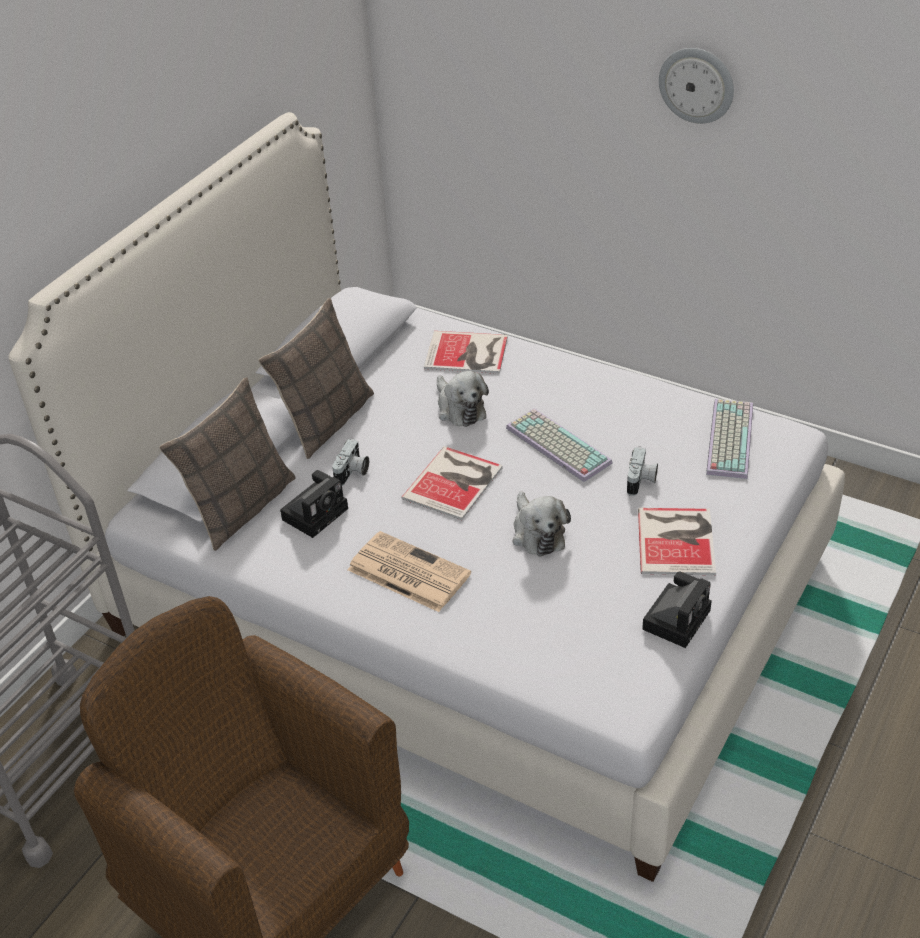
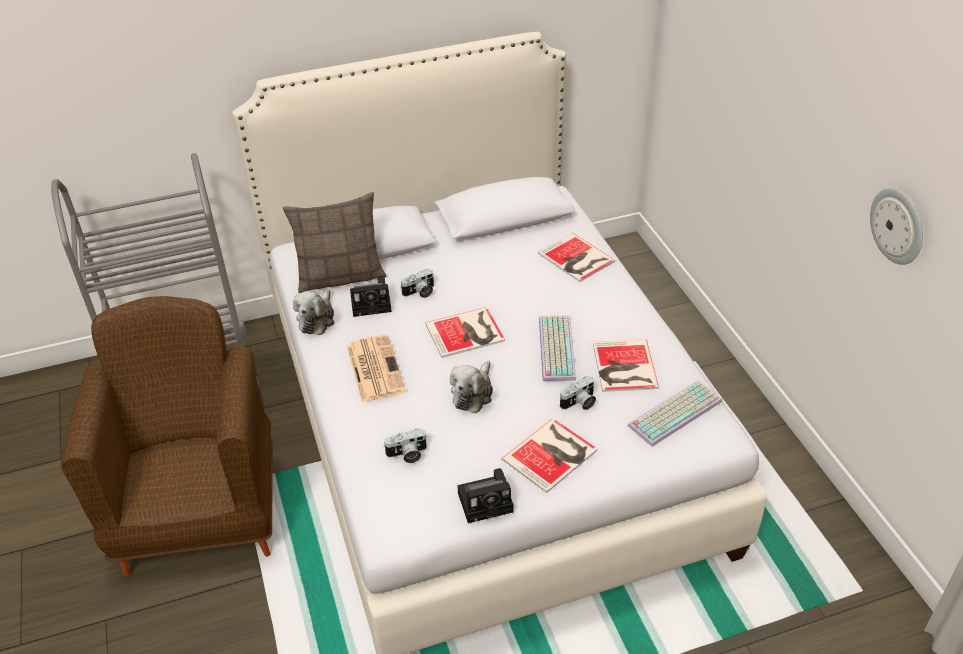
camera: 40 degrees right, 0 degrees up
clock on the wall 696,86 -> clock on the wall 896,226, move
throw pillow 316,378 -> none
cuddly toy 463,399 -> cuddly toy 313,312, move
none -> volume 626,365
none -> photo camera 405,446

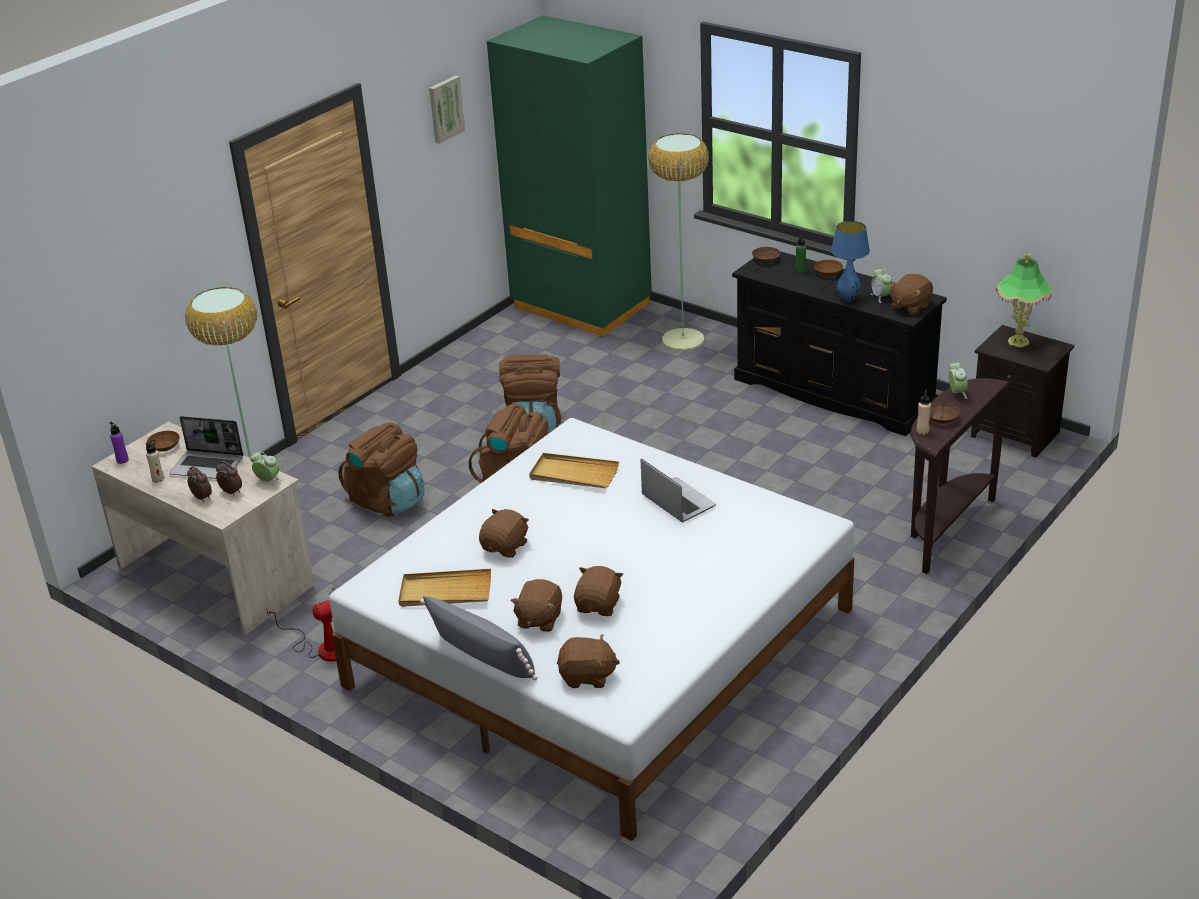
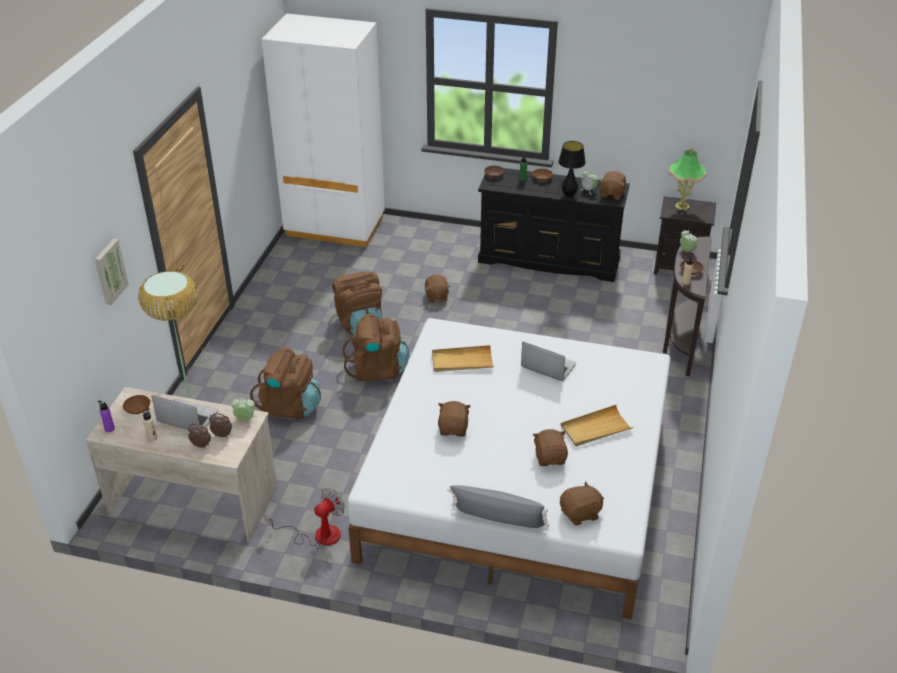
camera: 25 degrees left, 5 degrees up
wardrobe (green) 569,176 -> wardrobe (white-coloured) 323,130
wall art 447,109 -> wall art 112,272, move
floor lamp 678,242 -> none
table lamp (blue-coloured) 850,261 -> table lamp (black) 572,169
laptop 206,447 -> laptop 184,412, 150 degrees counterclockwise
serving tray (sand-coloured) 445,588 -> serving tray (sand-coloured) 597,426, move
cuddly toy (brown) 536,605 -> cuddly toy (brown) 437,289, move

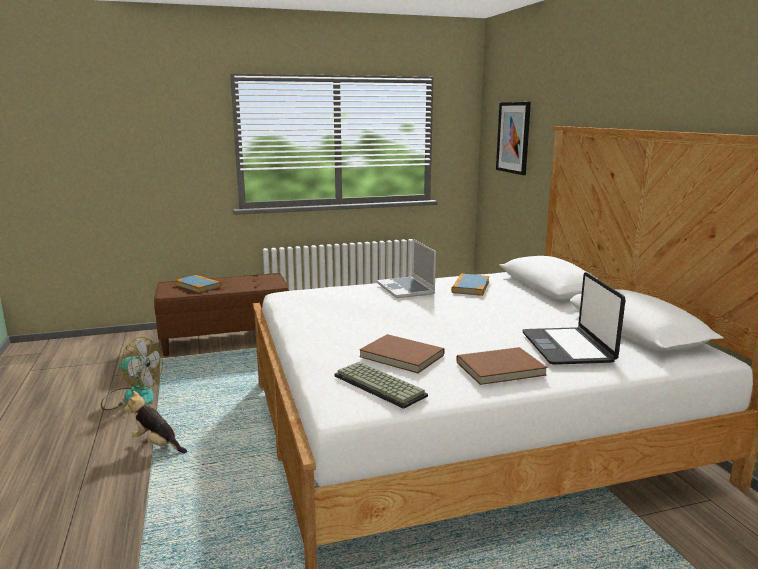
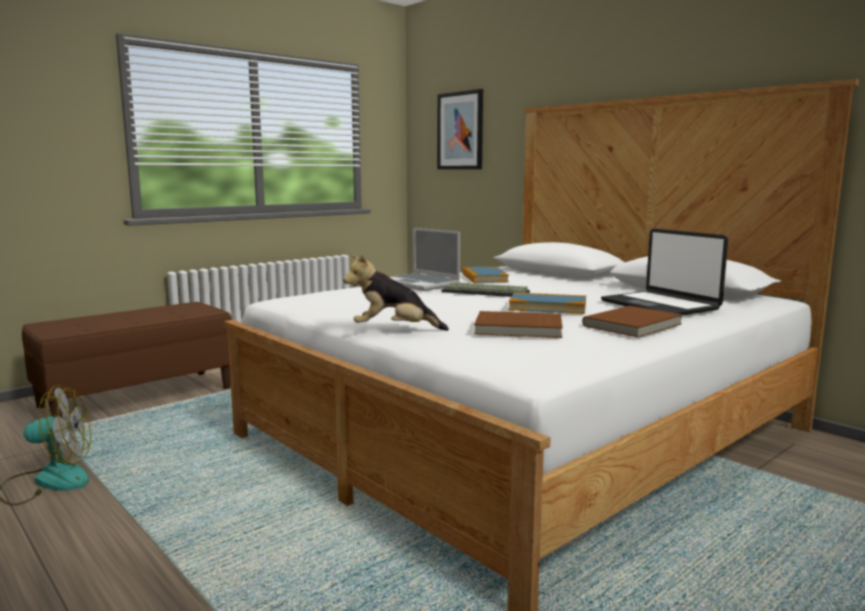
camera: 25 degrees left, 5 degrees down
volume 198,284 -> volume 547,303, move
keyboard 381,385 -> keyboard 485,289, move
cuddly toy 155,422 -> cuddly toy 396,292, move

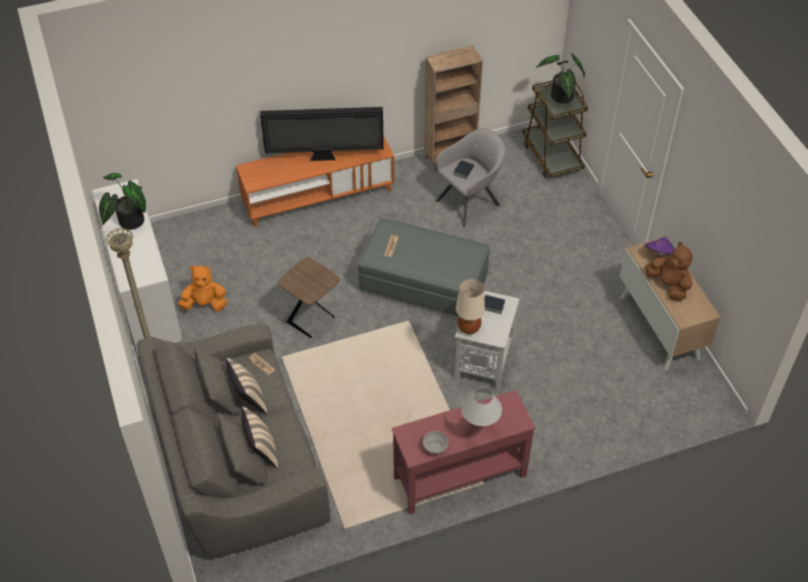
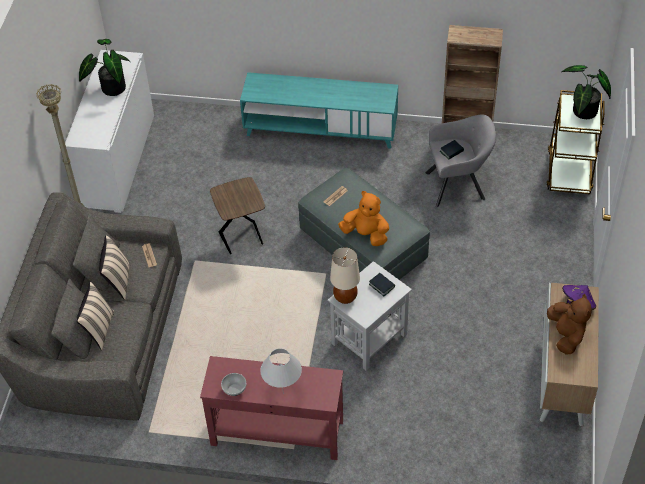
camera: 30 degrees right, 0 degrees up
TV set 322,134 -> none
media console (orange-coloured) 315,181 -> media console (turquoise) 319,110
cuddly toy (orange-coloured) 202,289 -> cuddly toy (orange-coloured) 363,218, move

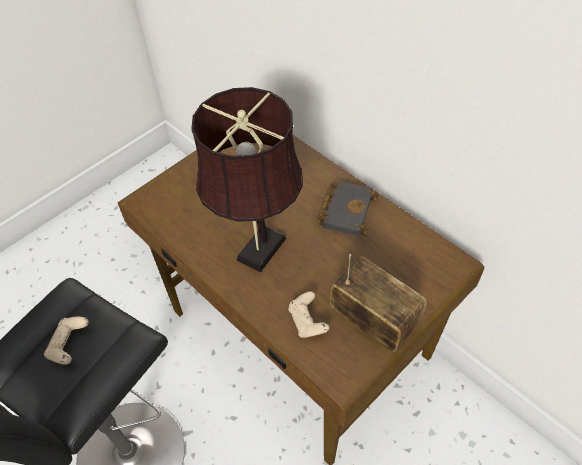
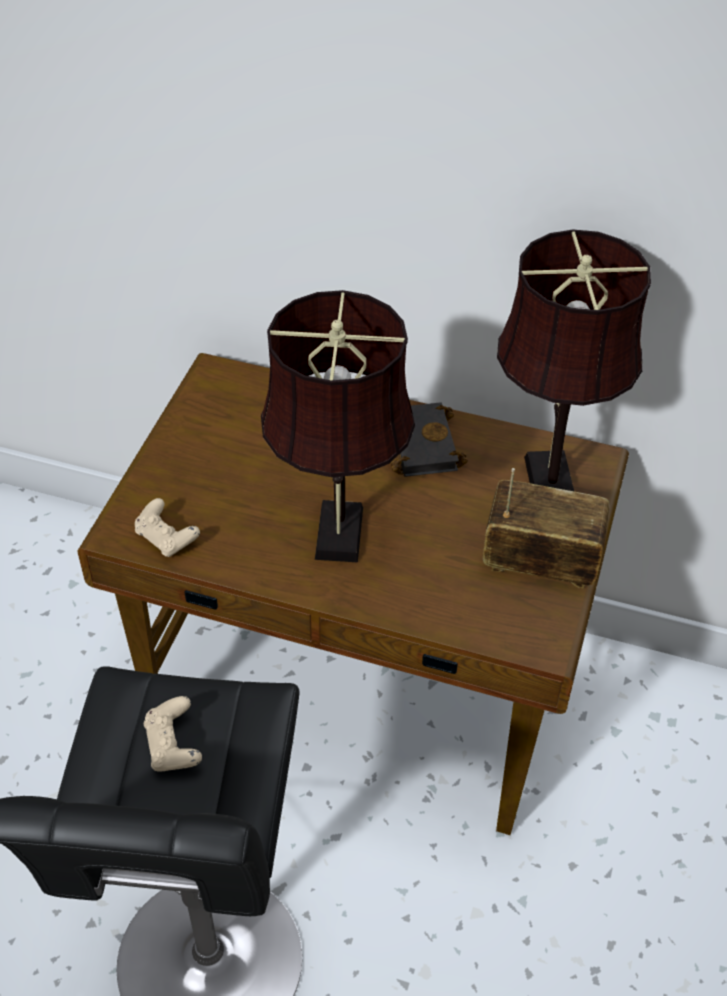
camera: 30 degrees left, 5 degrees down
game controller (sand-coloured) 308,314 -> game controller (sand-coloured) 167,527, move
none -> table lamp (brown) 574,360

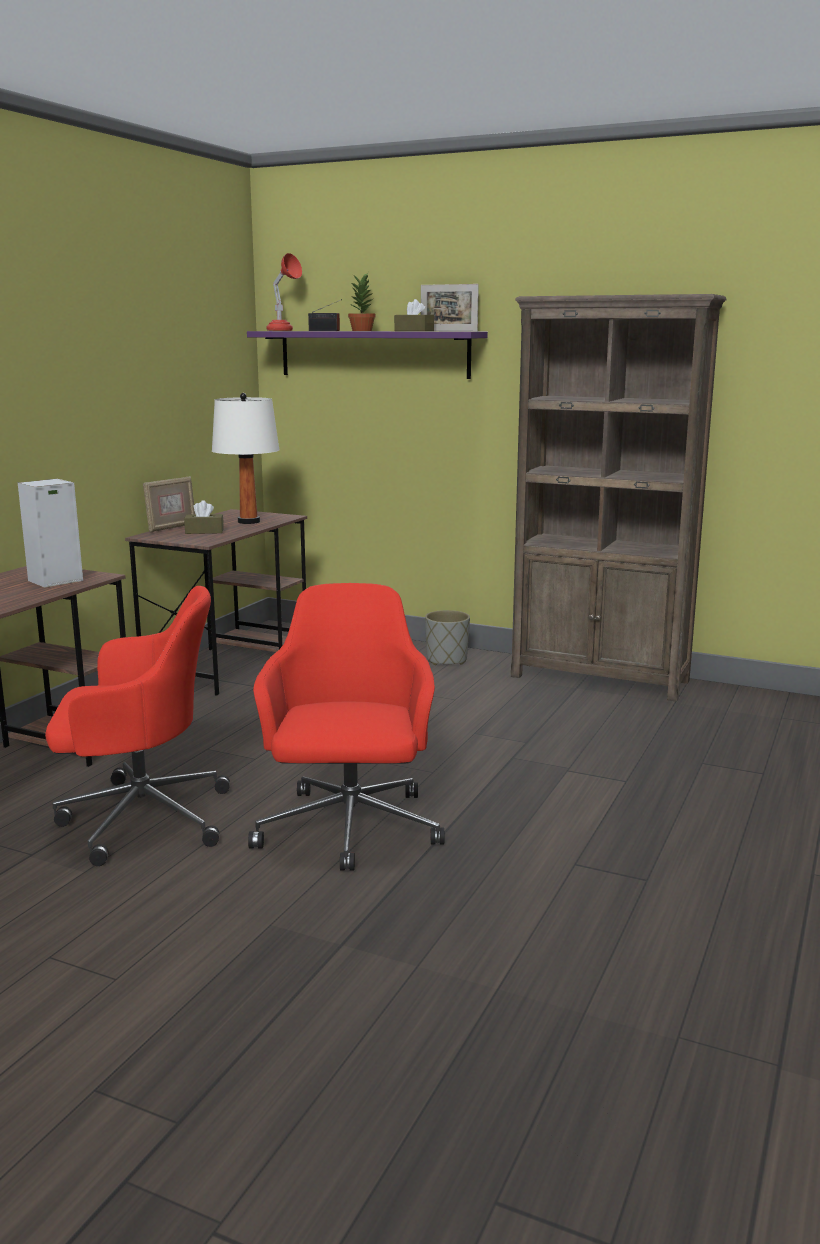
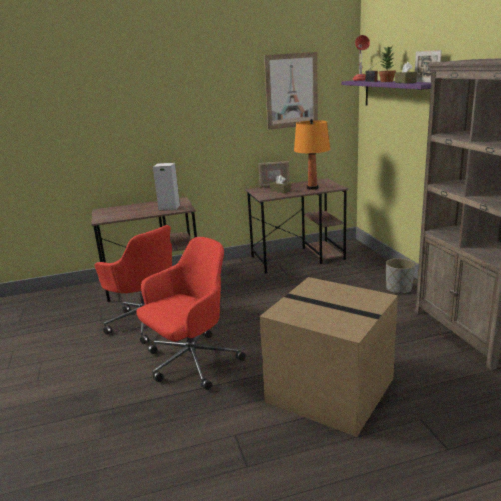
camera: 50 degrees right, 5 degrees up
table lamp (white-coloured) 245,458 -> table lamp (orange-coloured) 312,154
none -> wall art 291,91
none -> cardboard box 329,357

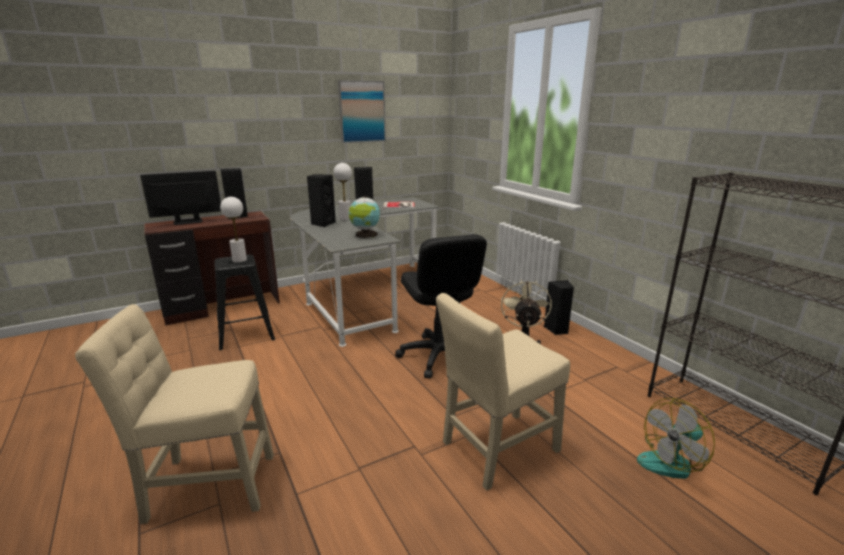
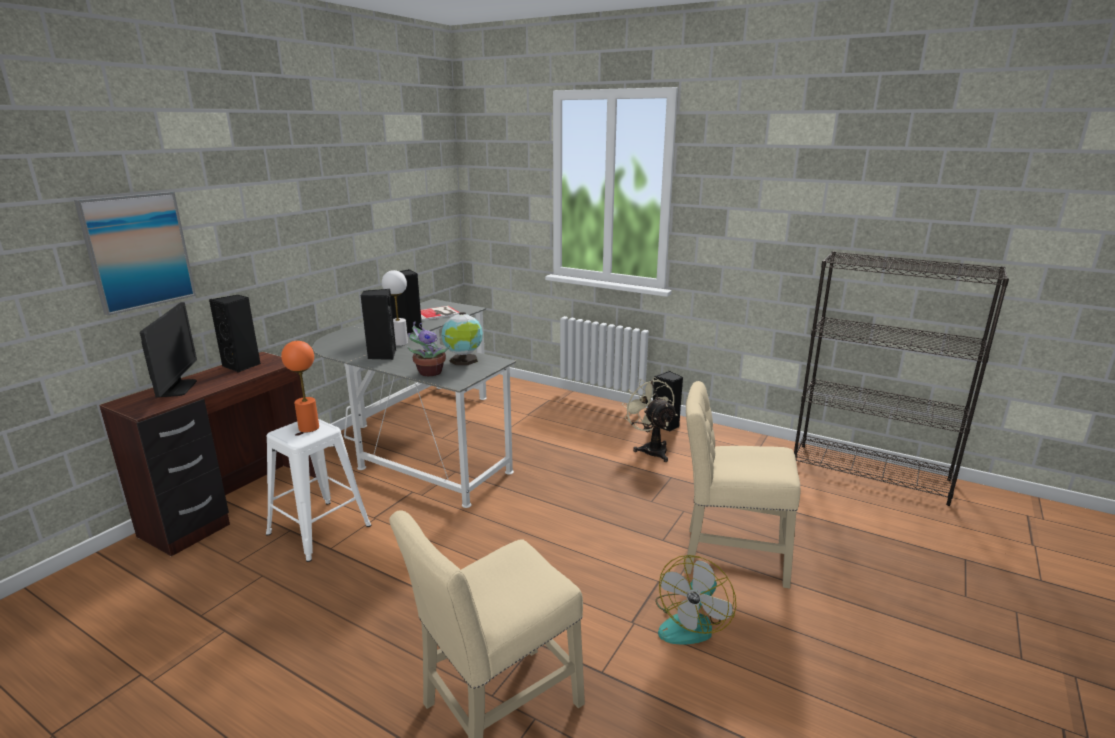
camera: 30 degrees left, 0 degrees up
wall art 362,111 -> wall art 135,253, move
computer screen 181,198 -> computer screen 168,349, 135 degrees clockwise
table lamp (white-coloured) 233,230 -> table lamp (orange-coloured) 300,387
office chair (black) 441,306 -> none
sitting stool (black) 244,302 -> sitting stool (white-coloured) 318,490
chair (sand-coloured) 503,391 -> chair (sand-coloured) 742,484, 75 degrees clockwise
fan 676,438 -> fan 695,600, move
none -> potted plant 428,349

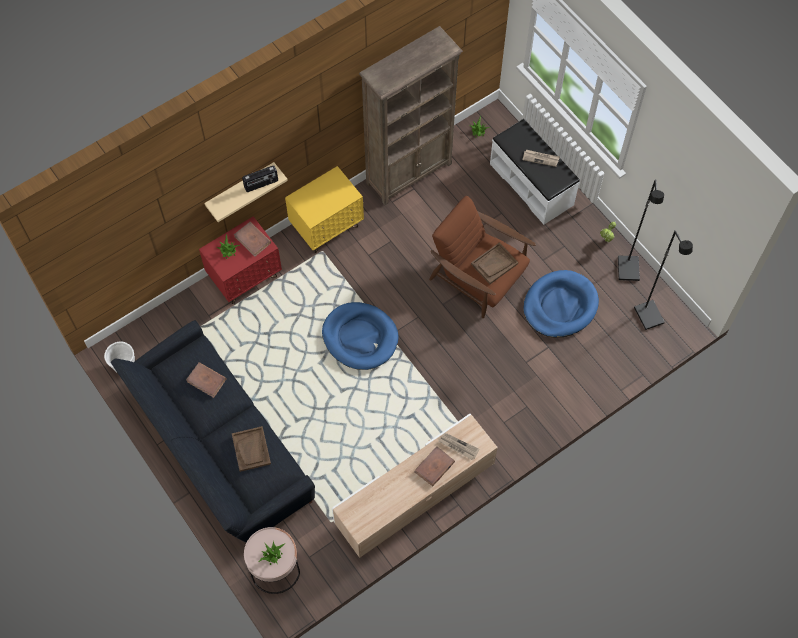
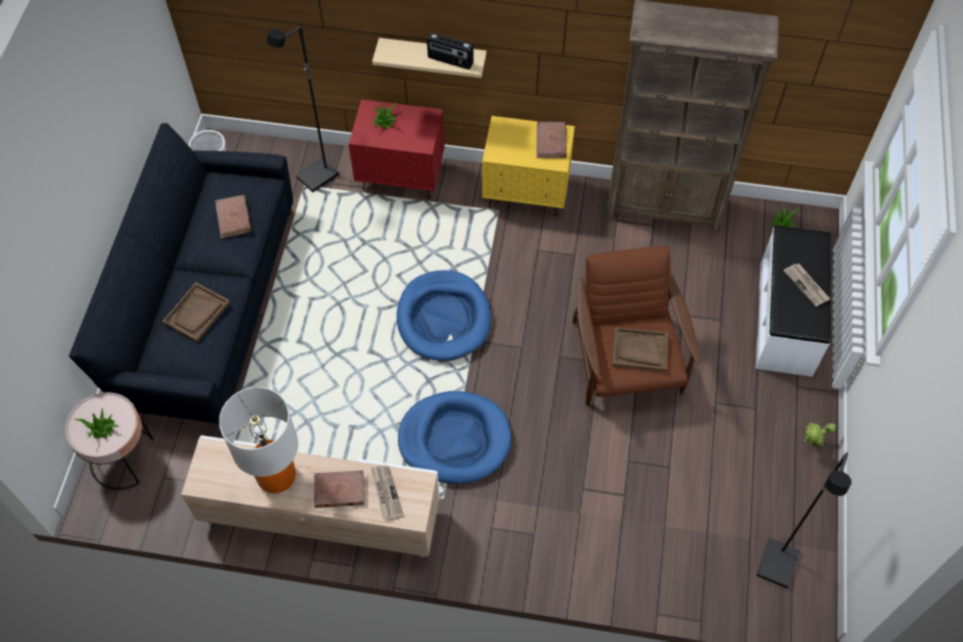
camera: 45 degrees right, 5 degrees down
floor lamp (black) 641,230 -> floor lamp (black) 303,109, move
volume (brown) 252,239 -> volume (brown) 552,140, move
pet bed (blue-coloured) 561,303 -> pet bed (blue-coloured) 454,437, move
none -> table lamp 258,440

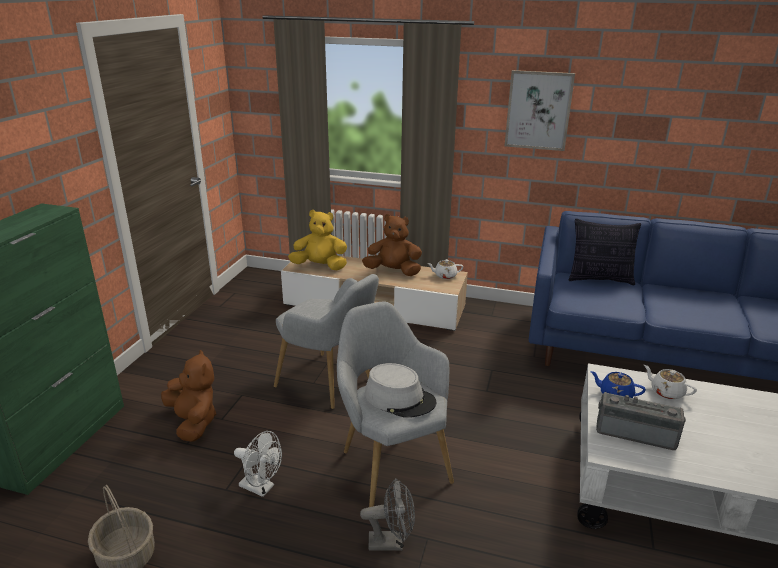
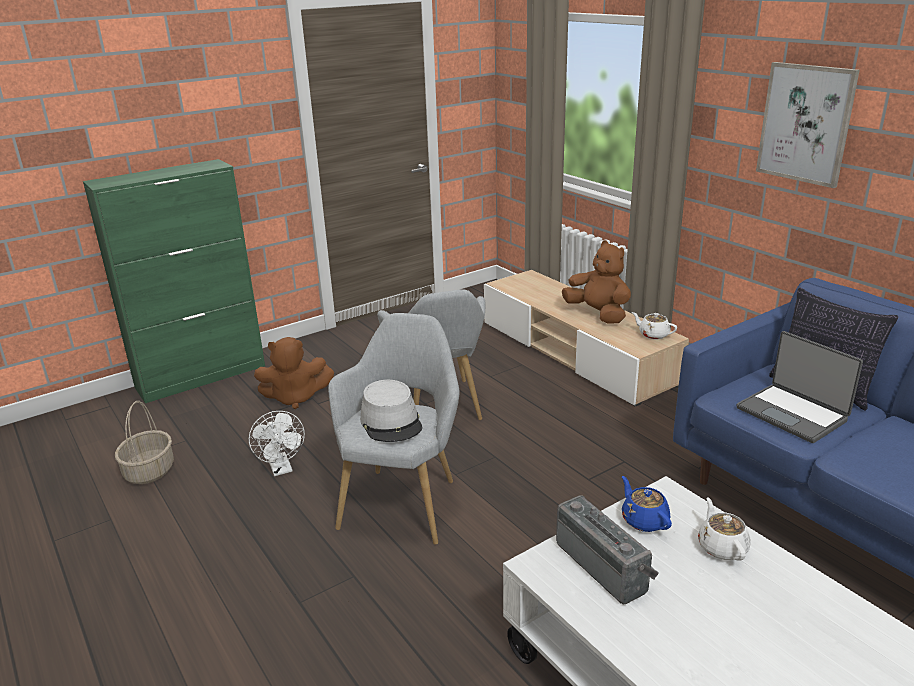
camera: 40 degrees right, 0 degrees up
cuddly toy (yellow) 317,240 -> none
cuddly toy (brown) 188,396 -> cuddly toy (brown) 294,373, 75 degrees clockwise
fan (grey) 387,514 -> none
none -> laptop 799,387

